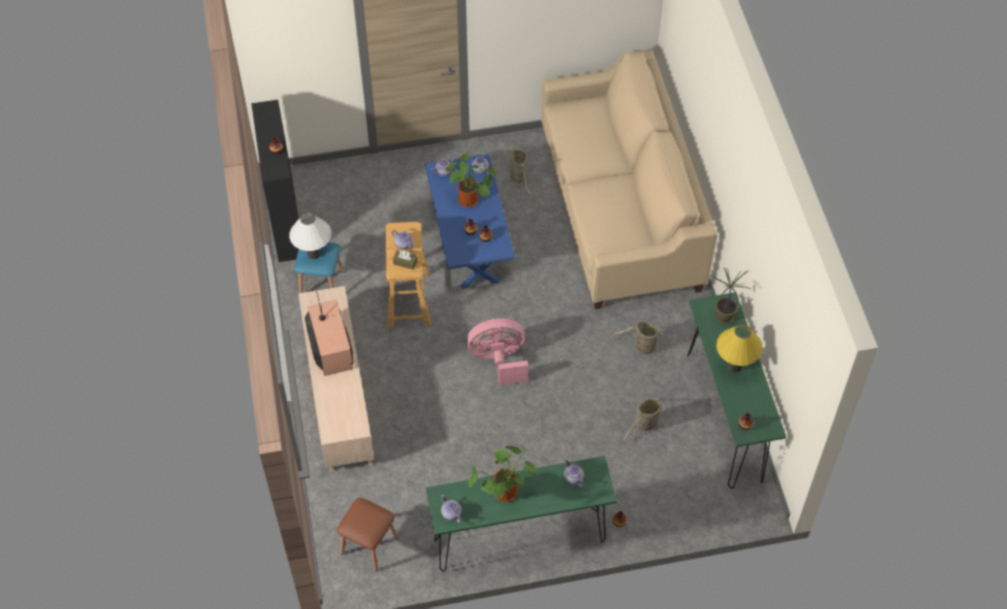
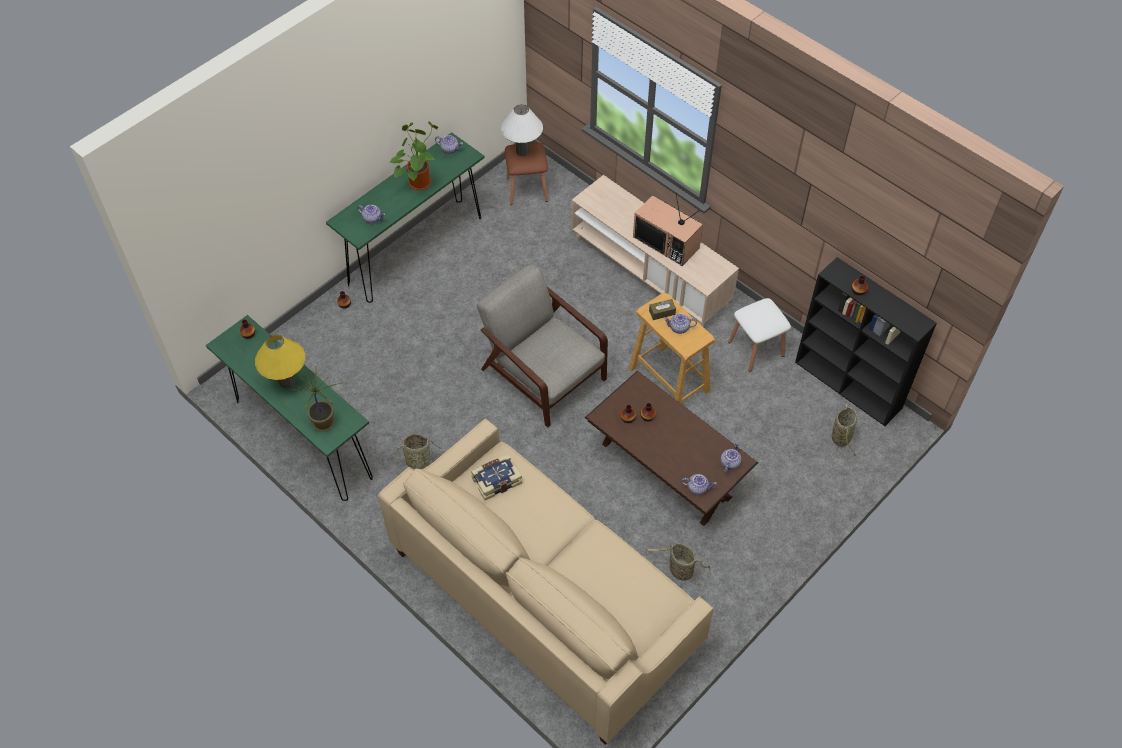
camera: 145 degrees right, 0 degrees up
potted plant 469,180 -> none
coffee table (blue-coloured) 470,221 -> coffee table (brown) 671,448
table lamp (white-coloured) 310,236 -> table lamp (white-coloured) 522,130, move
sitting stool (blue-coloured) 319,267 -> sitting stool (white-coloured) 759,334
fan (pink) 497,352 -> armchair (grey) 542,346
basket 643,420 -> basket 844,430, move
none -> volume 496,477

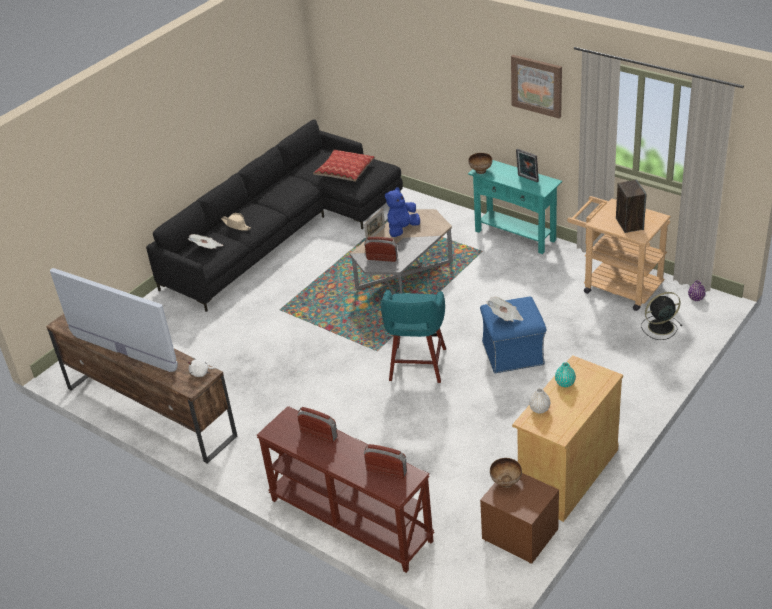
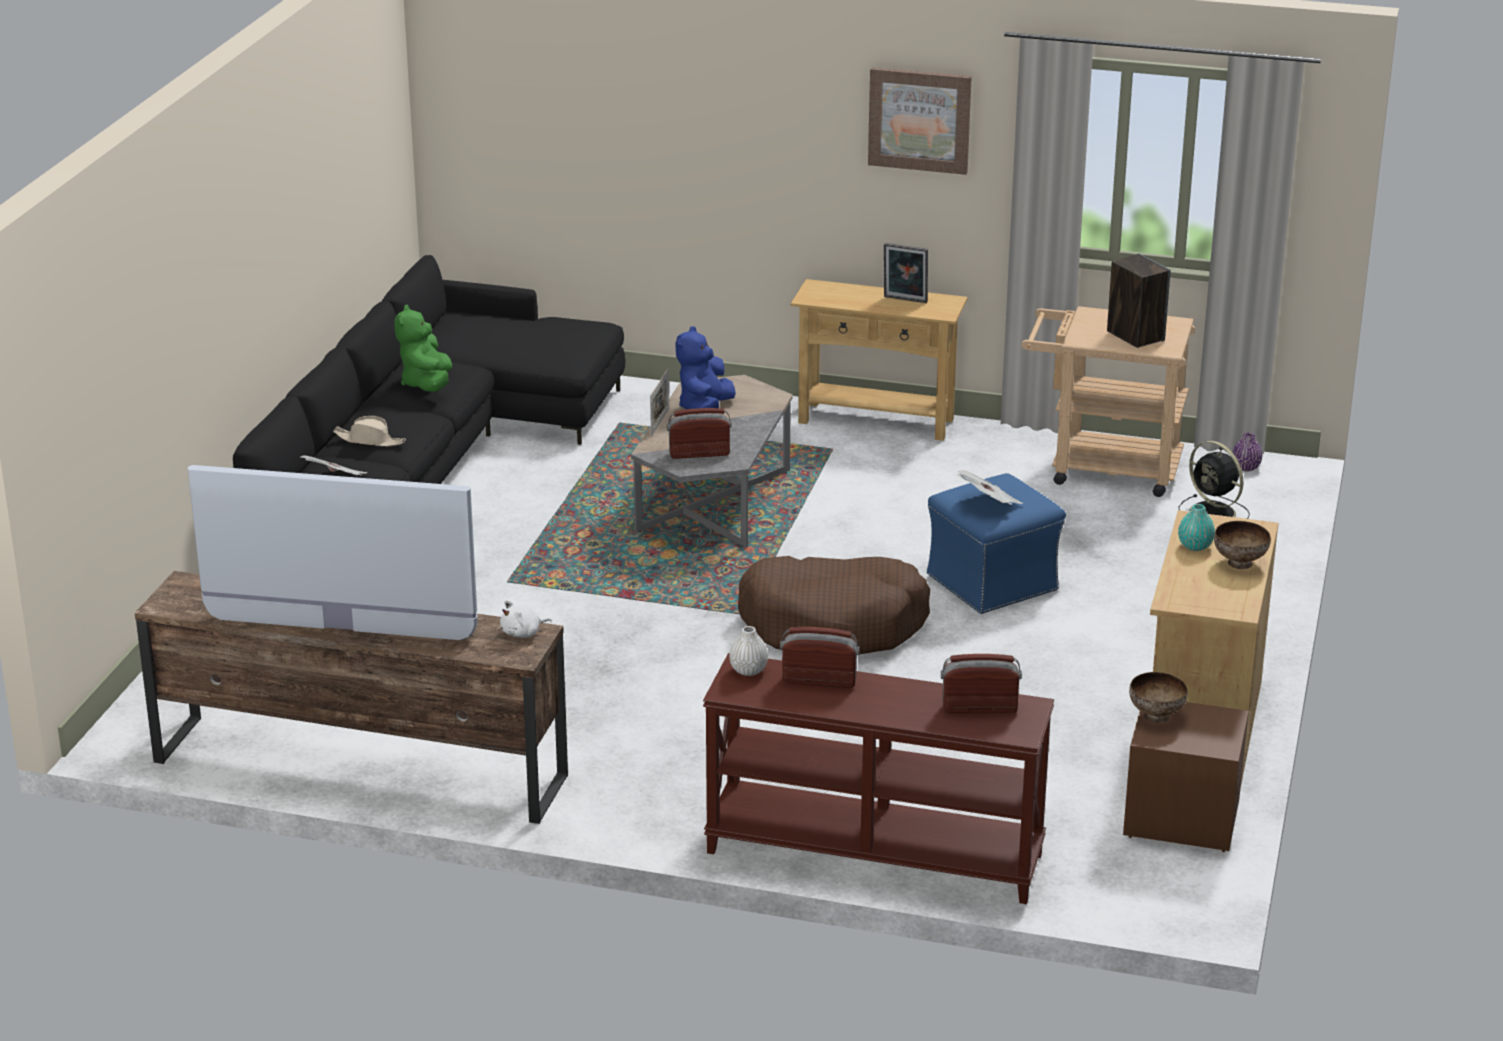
camera: 25 degrees left, 10 degrees down
throw pillow 344,165 -> none
bowl 480,163 -> bowl 1242,545, move
console table (turquoise) 515,207 -> console table (sand-coloured) 879,360
sitting stool (turquoise) 413,336 -> pet bed (brown) 834,605
fan (black) 661,316 -> fan (black) 1214,480, 90 degrees counterclockwise
vase (white-coloured) 539,401 -> vase (white-coloured) 748,651, move
none -> cuddly toy (green) 423,348

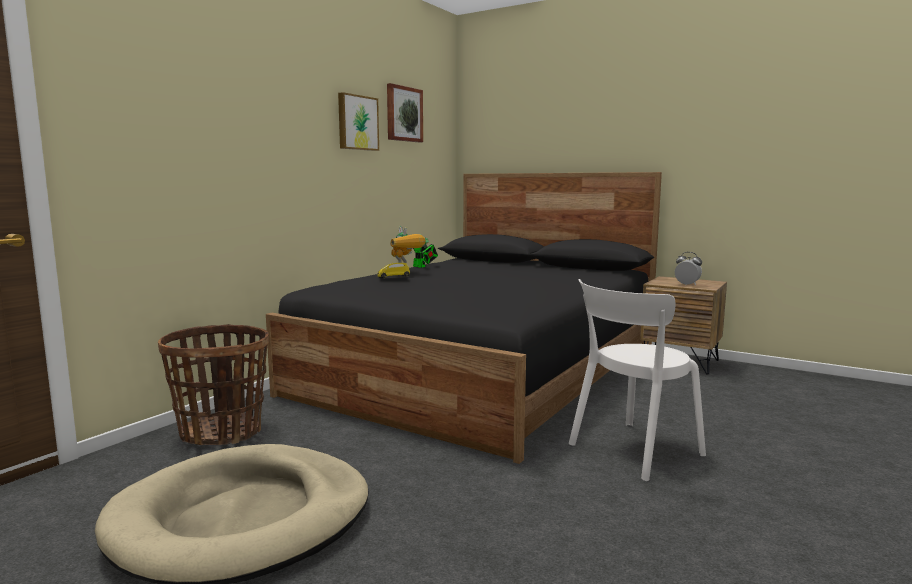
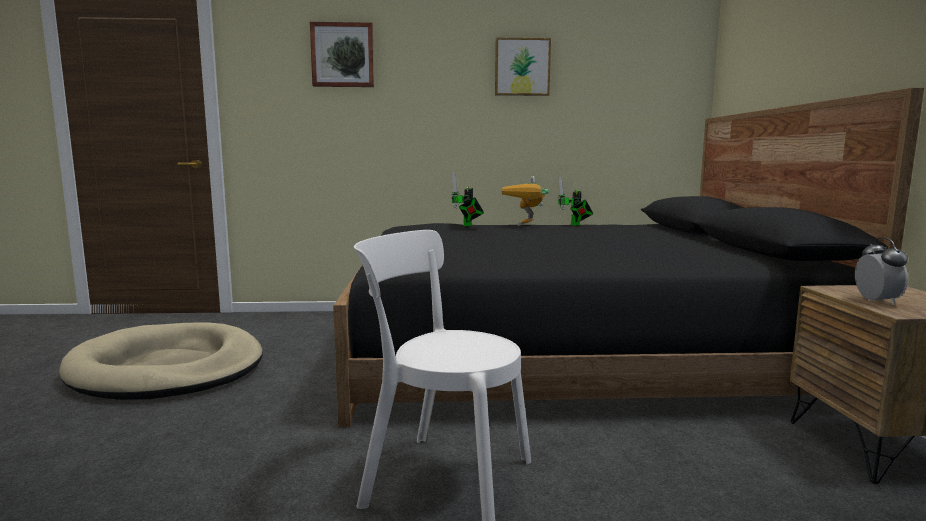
camera: 55 degrees right, 0 degrees up
wall art 405,112 -> wall art 342,54, move
miniature car (yellow) 394,270 -> toy robot 467,199
basket 213,384 -> none

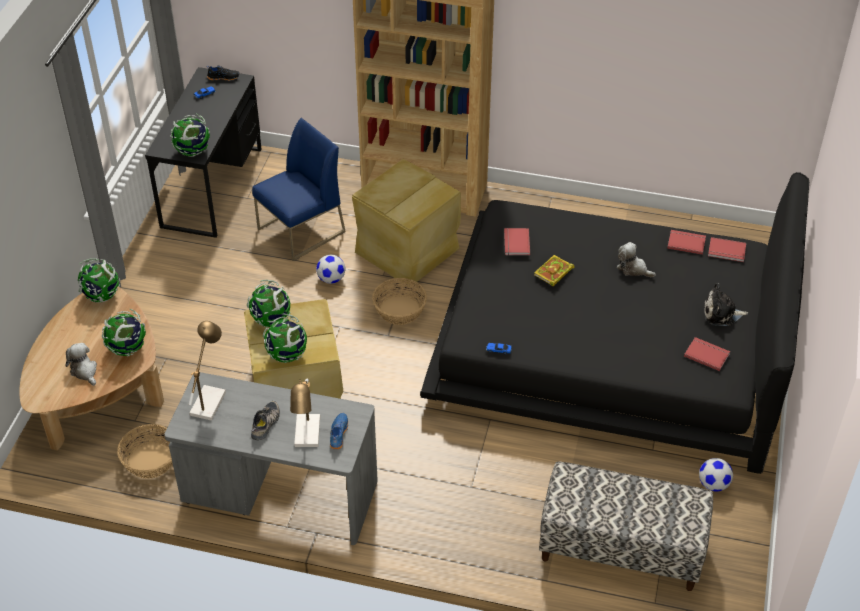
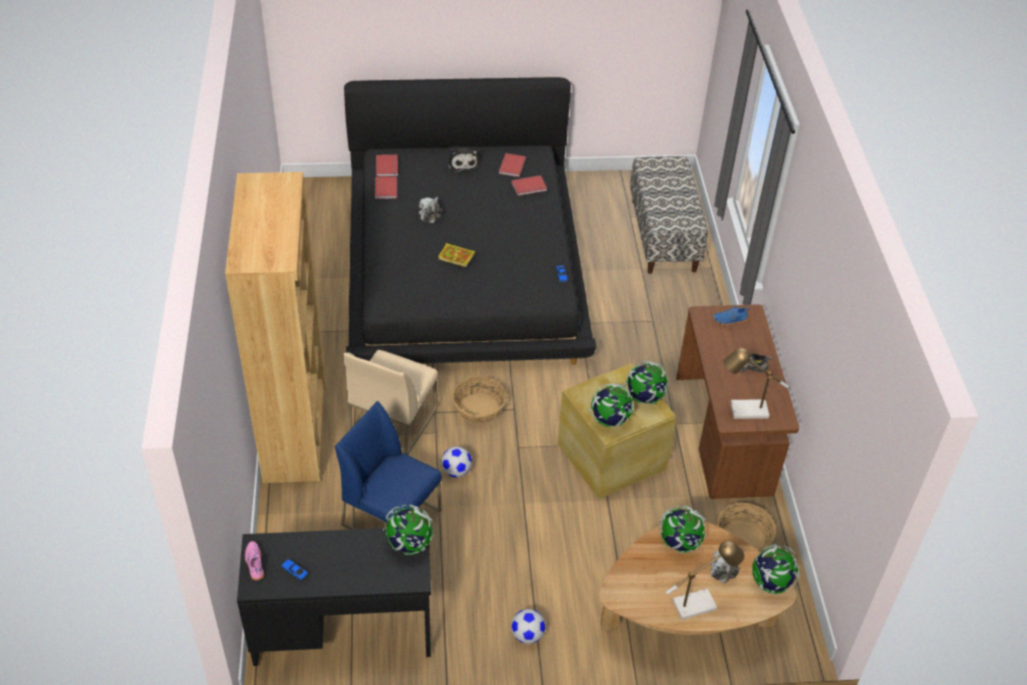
camera: 110 degrees left, 0 degrees up
item of footwear (black) 223,73 -> item of footwear (pink) 254,560
storage container (sand-coloured) 406,223 -> chair (sand-coloured) 390,402
volume (red-coloured) 517,241 -> volume (red-coloured) 529,185, move
world globe 99,280 -> world globe 776,569, move
desk (grey) 271,458 -> desk (brown) 737,401
table lamp 305,412 -> table lamp 705,580, move
ball for football 716,475 -> ball for football 528,626, move

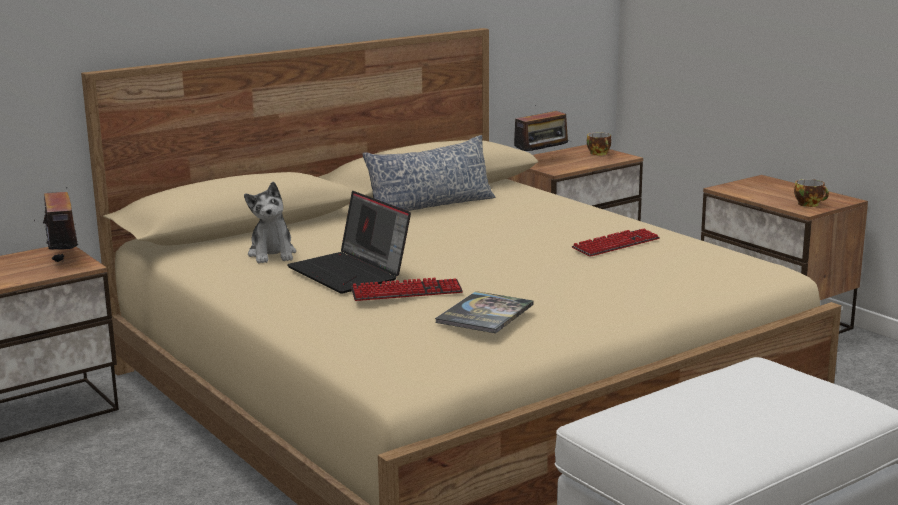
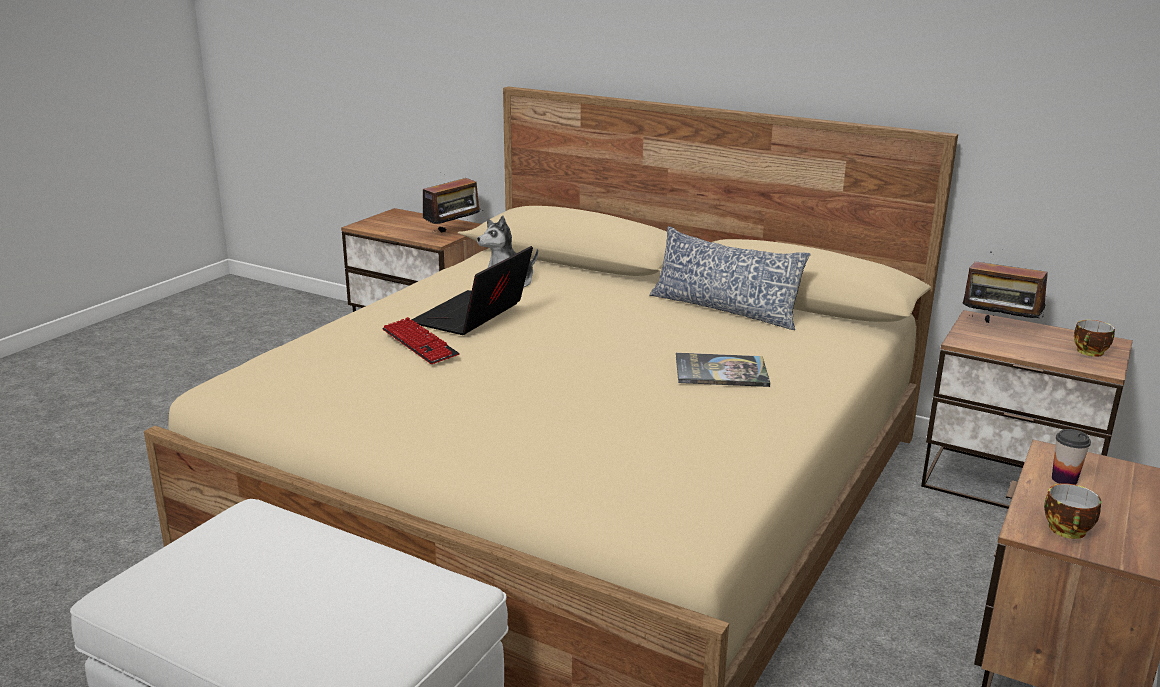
camera: 65 degrees right, 5 degrees up
keyboard 616,243 -> none
volume 484,312 -> volume 723,370, move
none -> drinking cup 1071,457

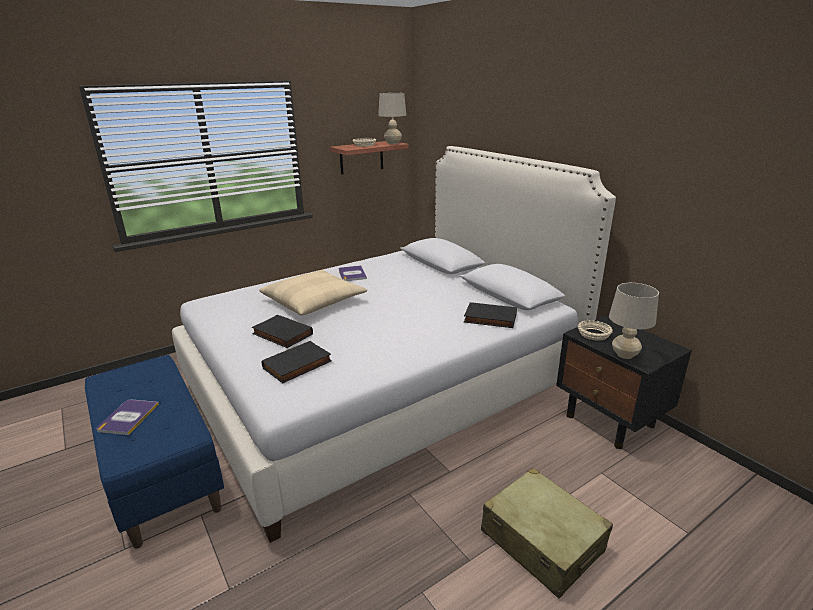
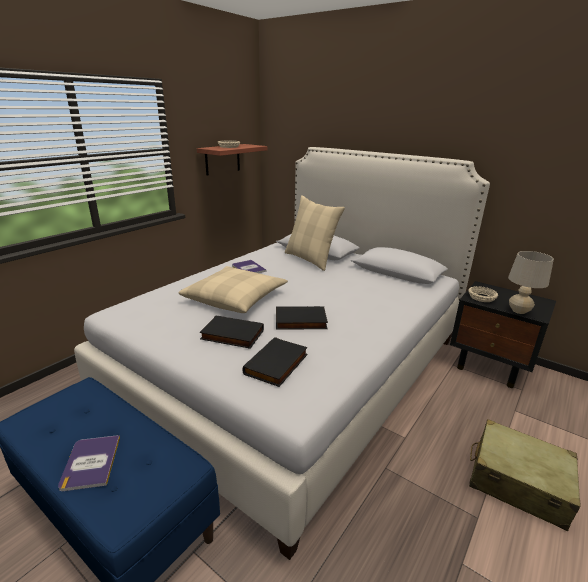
camera: 20 degrees left, 0 degrees up
table lamp (sand-coloured) 392,118 -> none
volume (black) 490,315 -> volume (black) 302,318, move
none -> throw pillow (sand-coloured) 315,233

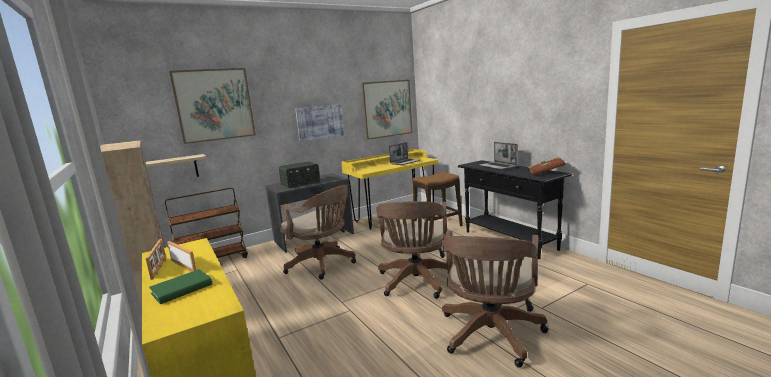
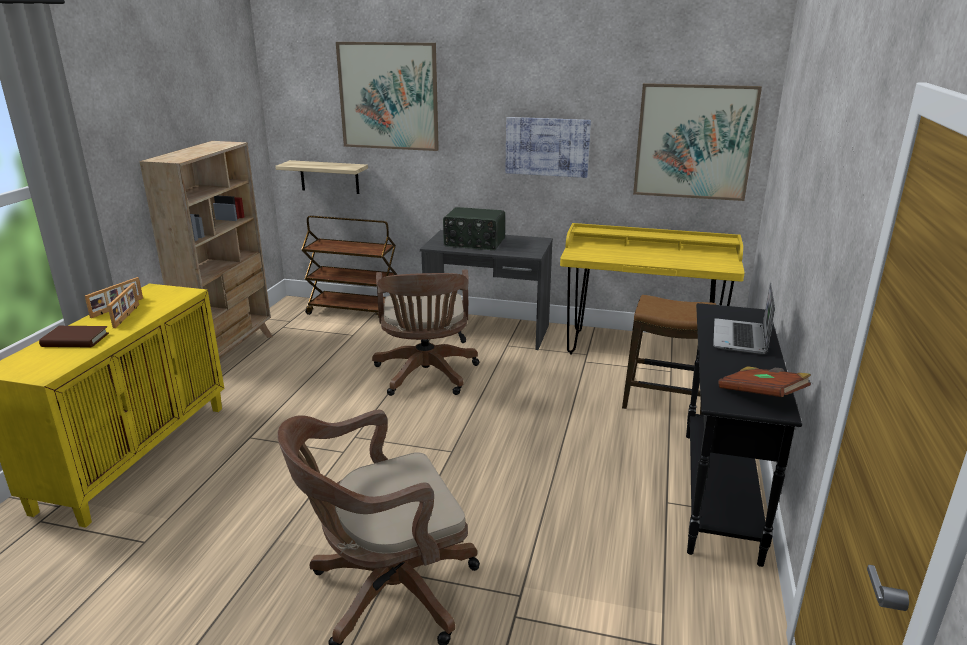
camera: 45 degrees right, 10 degrees up
laptop 404,153 -> none
office chair (brown) 411,250 -> none
volume (green) 180,286 -> volume (brown) 74,336

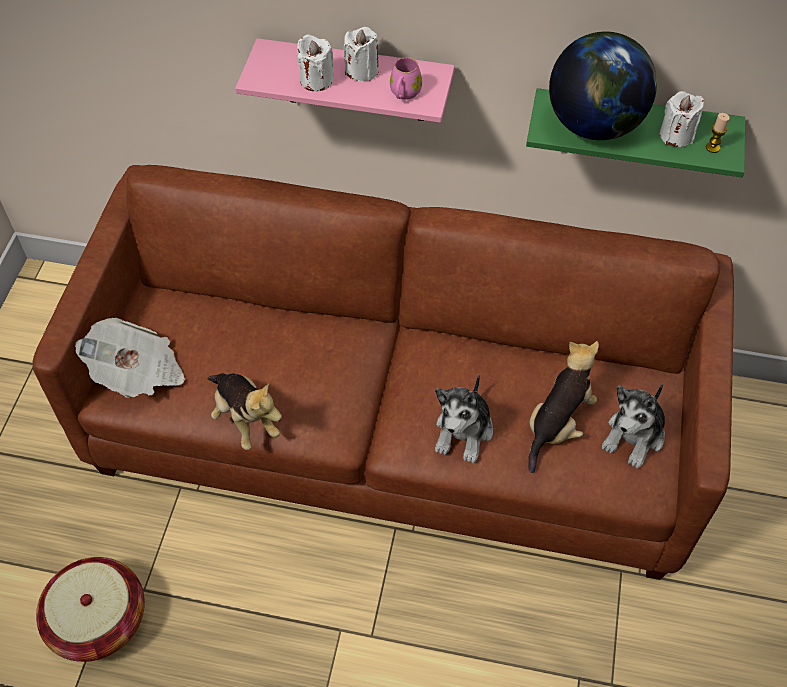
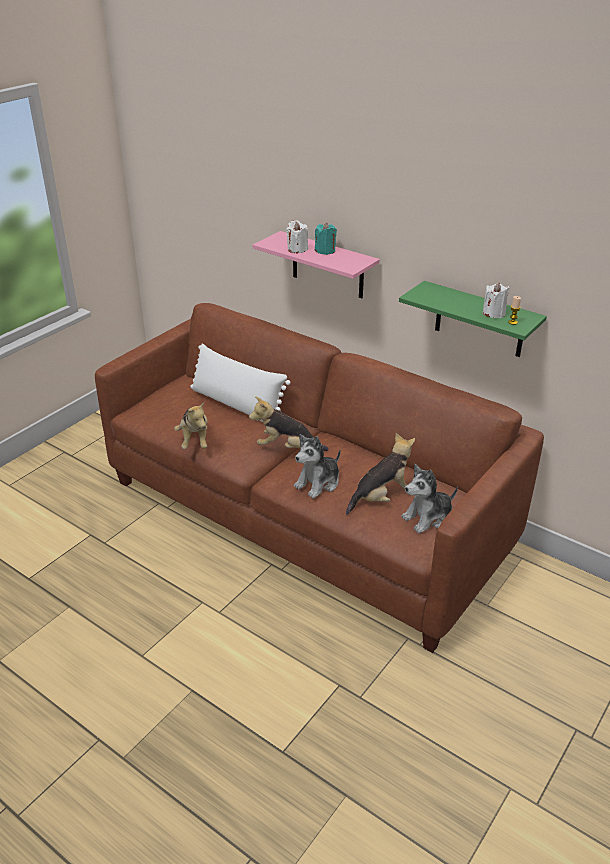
camera: 25 degrees right, 20 degrees down
candle (white-coloured) 361,54 -> candle (turquoise) 326,239
world globe 603,85 -> none
mug (pink) 406,78 -> none
daily paper 130,358 -> none
basket 90,609 -> none
none -> throw pillow (white-coloured) 240,382
none -> cuddly toy 288,423

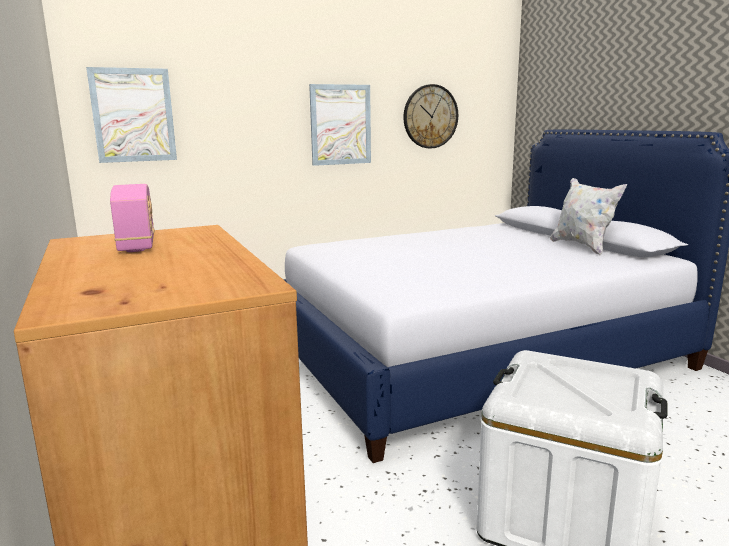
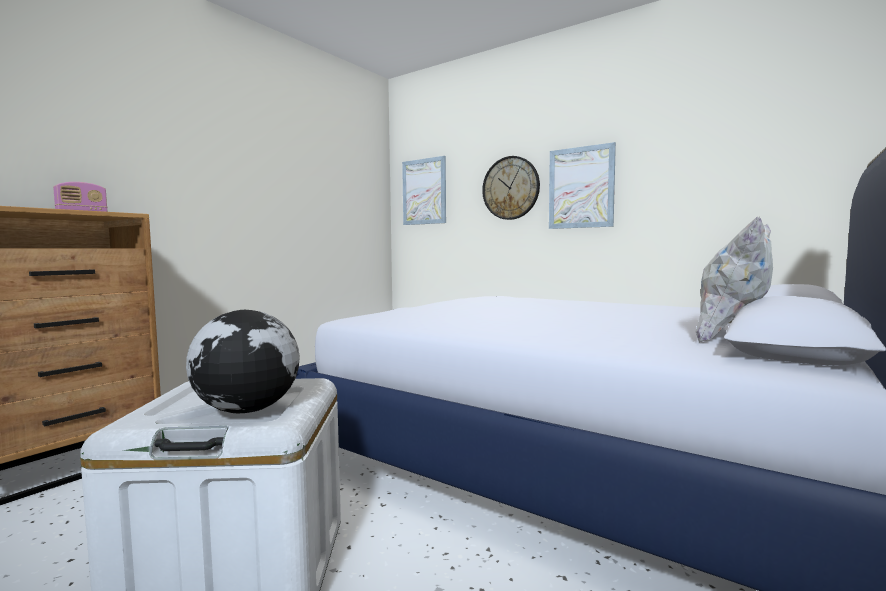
camera: 60 degrees right, 10 degrees down
clock on the wall 430,116 -> clock on the wall 511,188, move
none -> world globe 243,361

